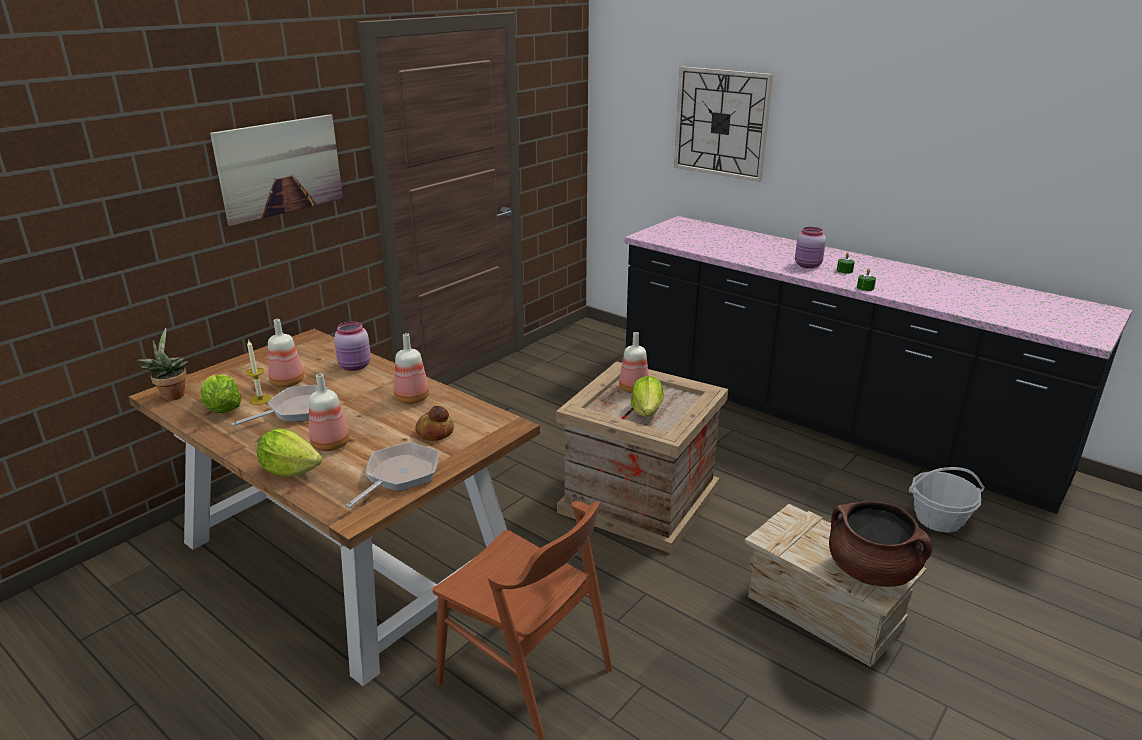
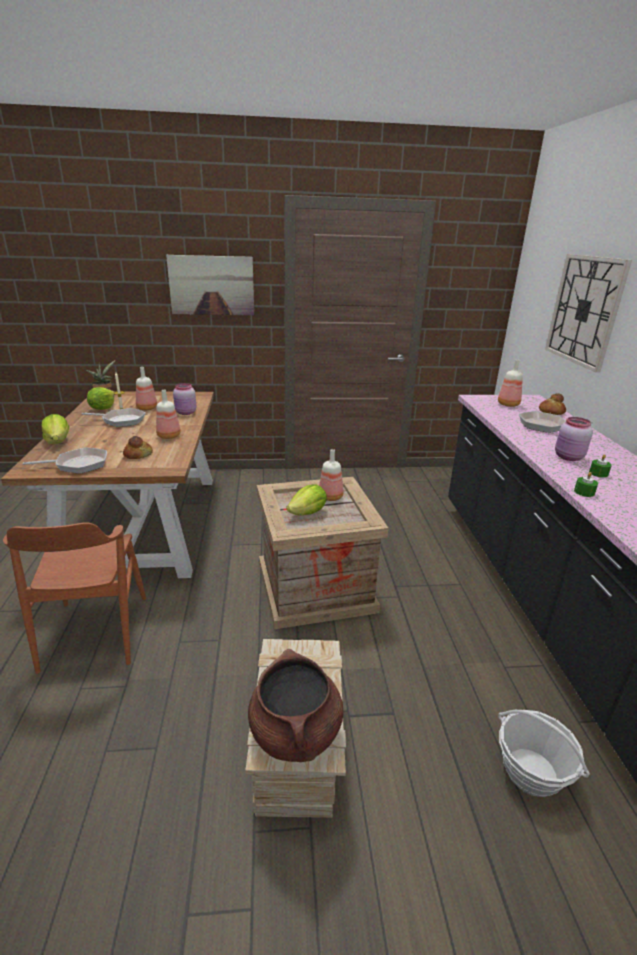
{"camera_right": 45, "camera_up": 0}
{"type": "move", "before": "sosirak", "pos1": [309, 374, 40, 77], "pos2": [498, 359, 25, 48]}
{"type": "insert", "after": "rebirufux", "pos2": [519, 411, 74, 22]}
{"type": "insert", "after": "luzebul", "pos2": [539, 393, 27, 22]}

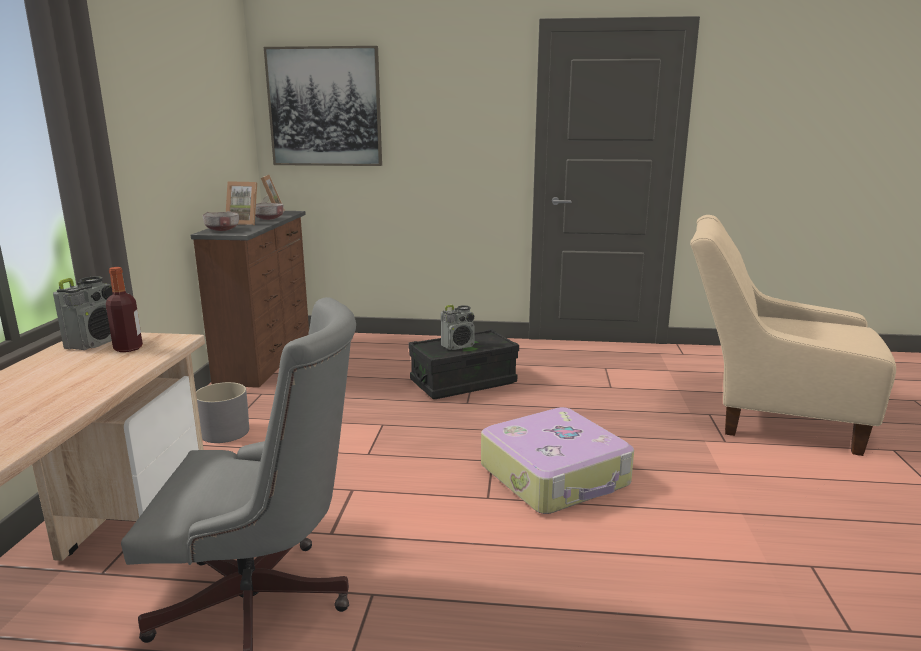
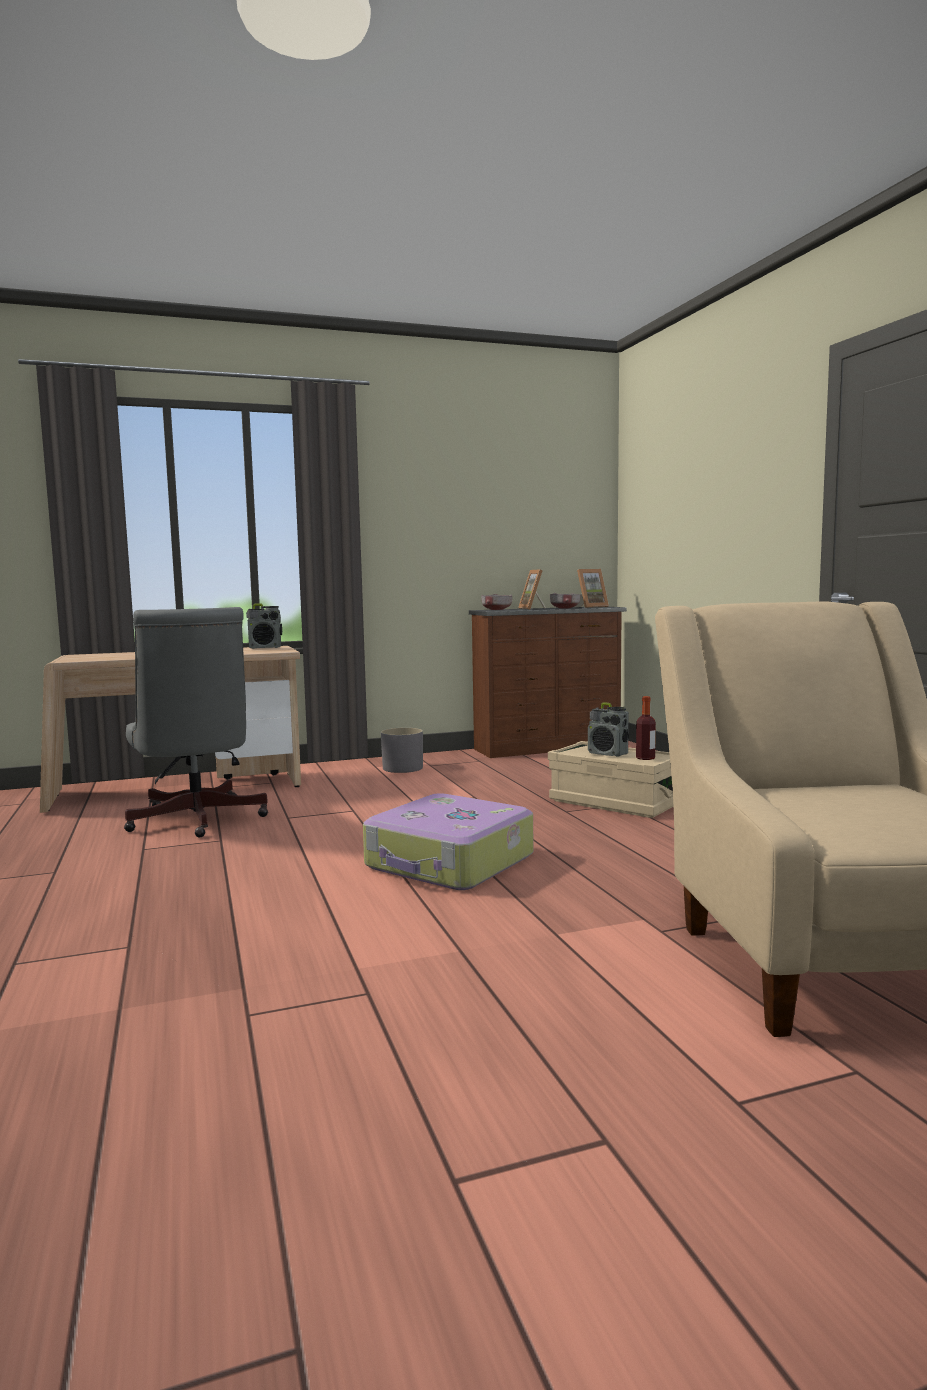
{"camera_right": 65, "camera_up": -10}
{"type": "move", "before": "sosirak", "pos1": [106, 267, 37, 85], "pos2": [636, 696, 20, 64]}
{"type": "delete", "before": "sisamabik", "pos1": [264, 46, 118, 120]}
{"type": "recolor", "before": "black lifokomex", "after": "beige lifokomex", "pos1": [408, 329, 111, 70], "pos2": [548, 741, 126, 77]}

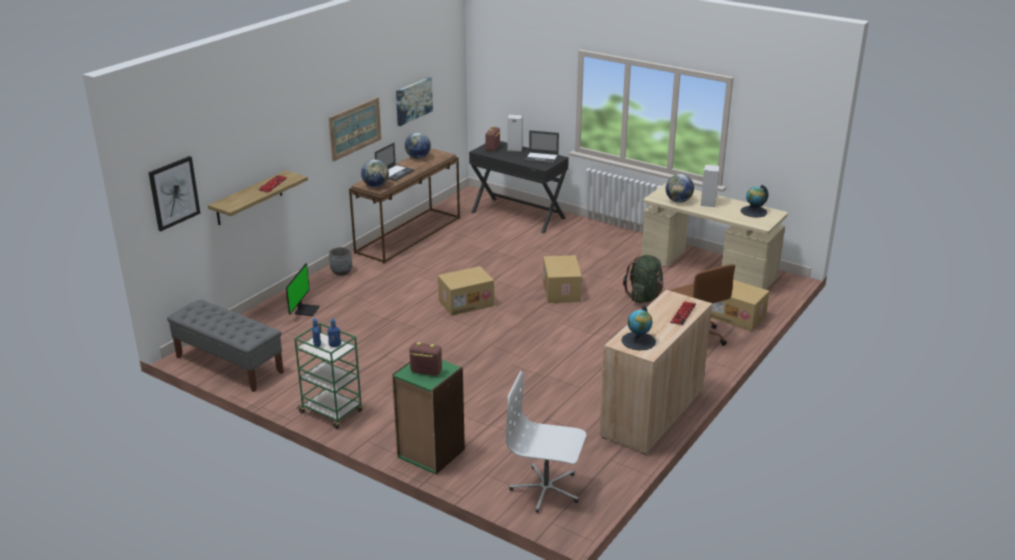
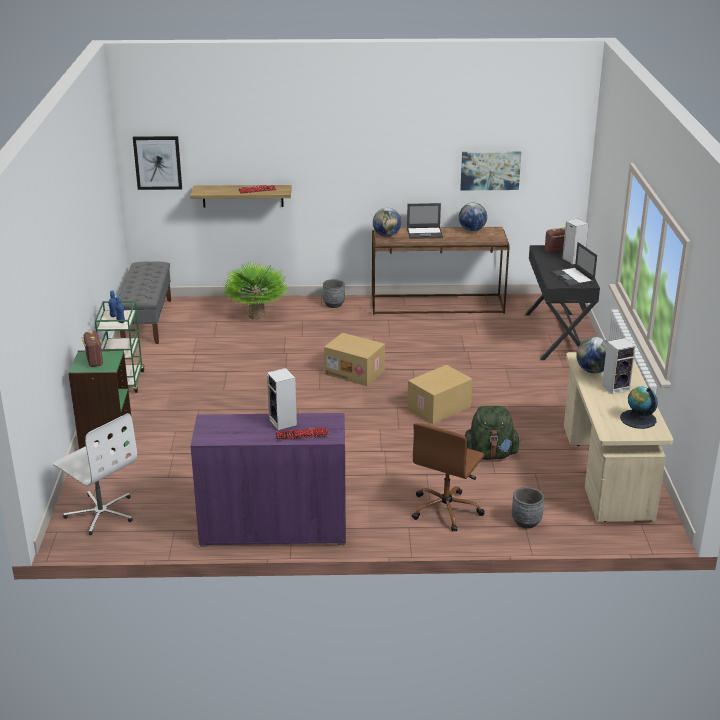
{"camera_right": 55, "camera_up": 0}
{"type": "replace", "before": "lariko", "after": "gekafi", "pos1": [286, 263, 34, 53], "pos2": [223, 261, 64, 59]}
{"type": "delete", "before": "sisamabik", "pos1": [329, 97, 52, 64]}
{"type": "rotate", "before": "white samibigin", "pos1": [506, 371, 80, 141], "pos2": [53, 413, 84, 122], "turn": 150}
{"type": "recolor", "before": "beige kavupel", "after": "purple kavupel", "pos1": [599, 290, 113, 165], "pos2": [190, 413, 156, 134]}
{"type": "delete", "before": "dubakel", "pos1": [621, 305, 35, 45]}
{"type": "replace", "before": "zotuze", "after": "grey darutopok", "pos1": [711, 280, 59, 51], "pos2": [512, 487, 32, 42]}
{"type": "insert", "after": "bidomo", "pos2": [267, 368, 30, 62]}

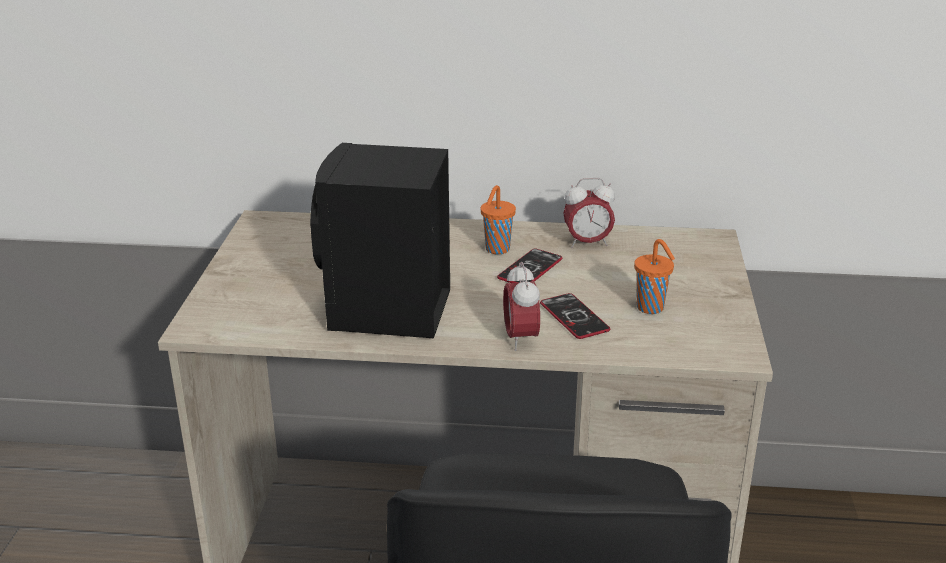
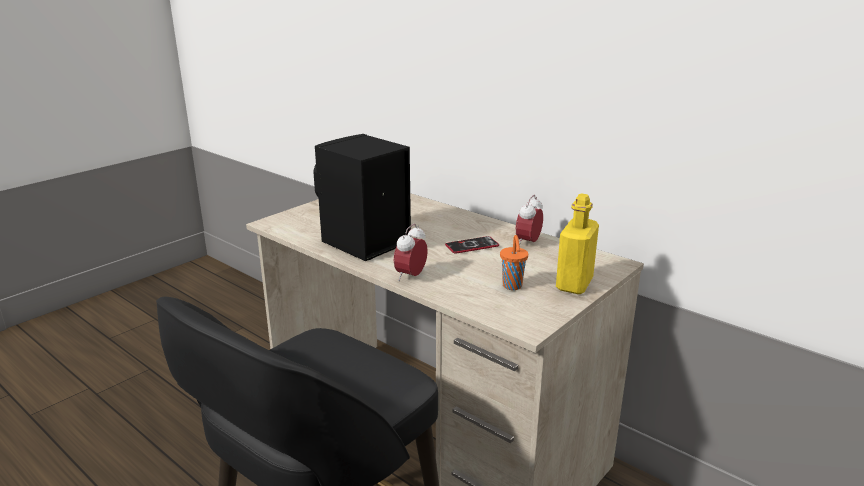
{"camera_right": 35, "camera_up": -5}
{"type": "delete", "before": "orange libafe", "pos1": [481, 185, 35, 69]}
{"type": "delete", "before": "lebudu", "pos1": [540, 293, 70, 46]}
{"type": "rotate", "before": "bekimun", "pos1": [563, 178, 52, 70], "pos2": [516, 195, 27, 50], "turn": 90}
{"type": "insert", "after": "yellow sosirak", "pos2": [556, 193, 43, 101]}

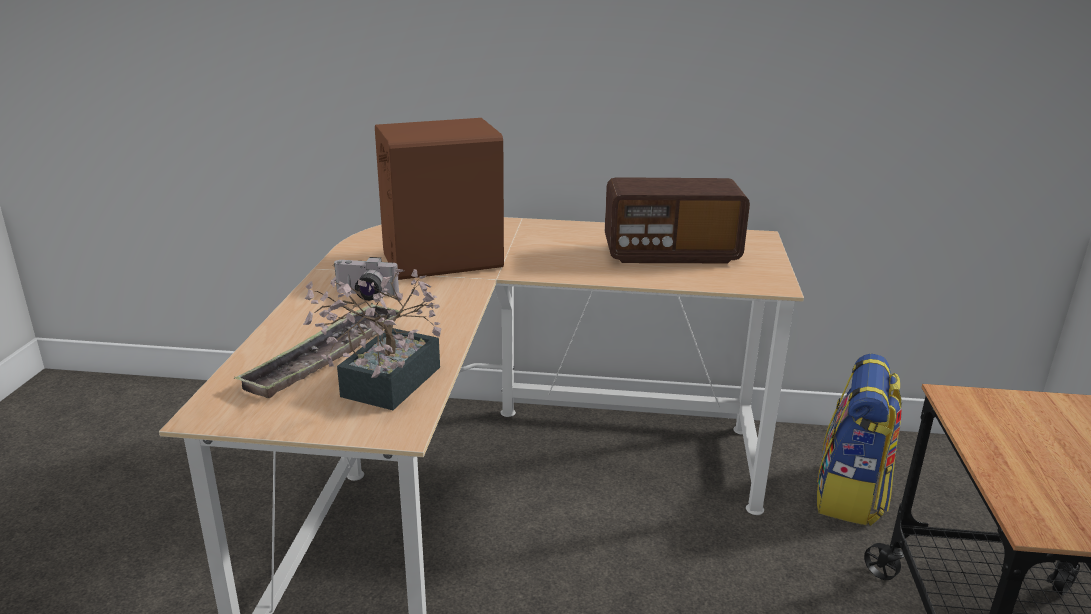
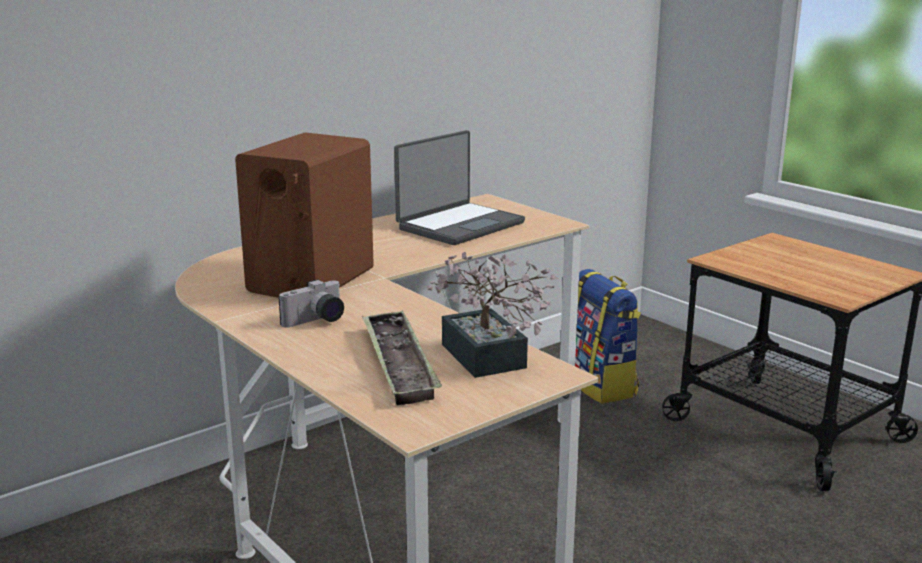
{"camera_right": -45, "camera_up": -5}
{"type": "replace", "before": "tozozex", "after": "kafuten", "pos1": [605, 177, 145, 86], "pos2": [394, 130, 131, 115]}

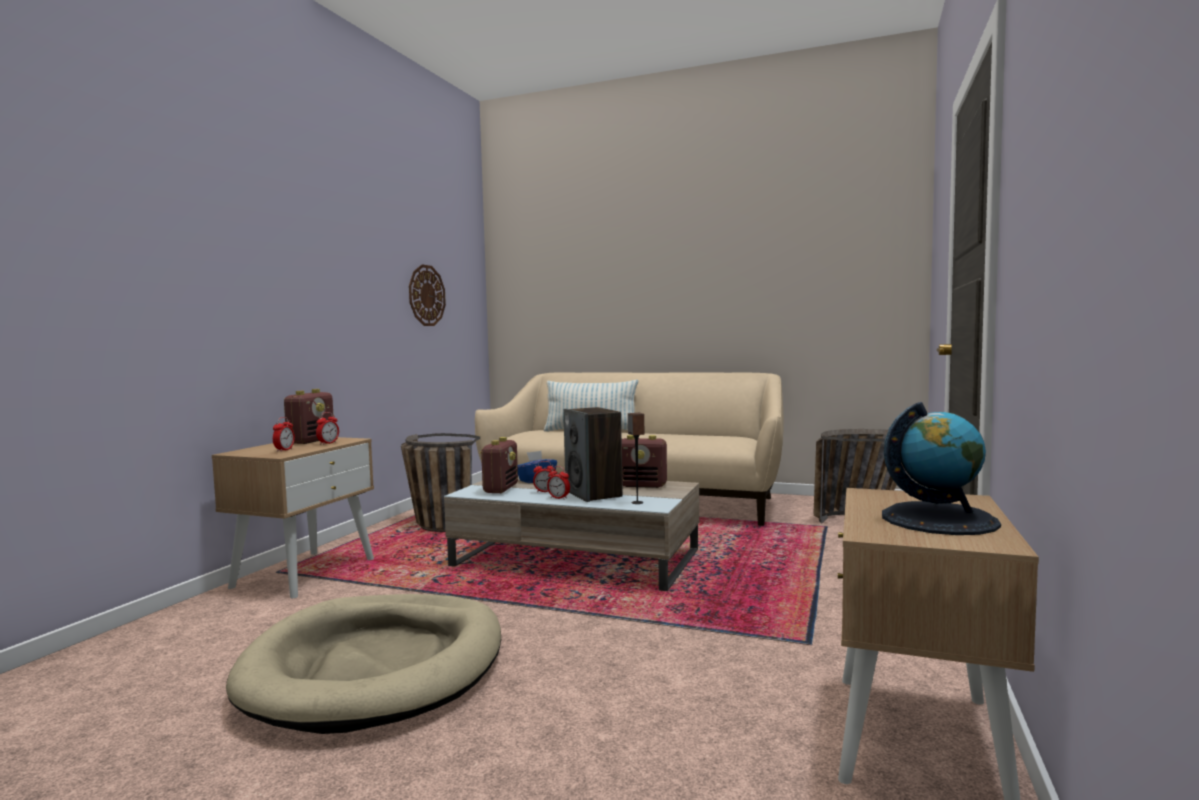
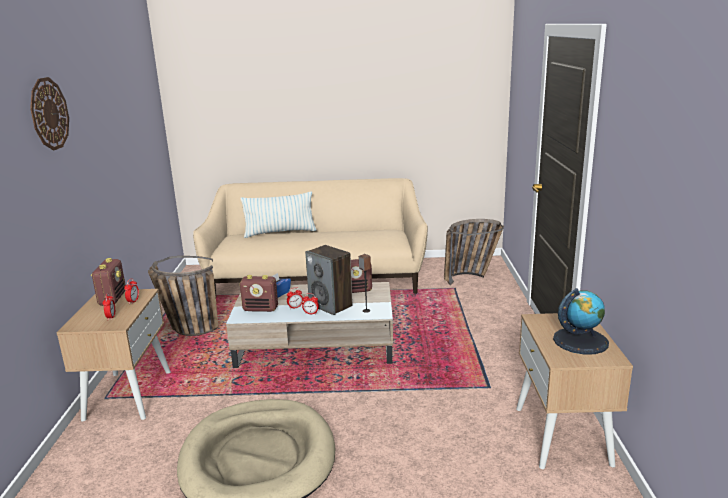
{"camera_right": -20, "camera_up": 15}
{"type": "move", "before": "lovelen", "pos1": [409, 264, 37, 62], "pos2": [30, 77, 39, 73]}
{"type": "rotate", "before": "tozozex", "pos1": [480, 437, 38, 56], "pos2": [240, 275, 38, 37], "turn": 105}

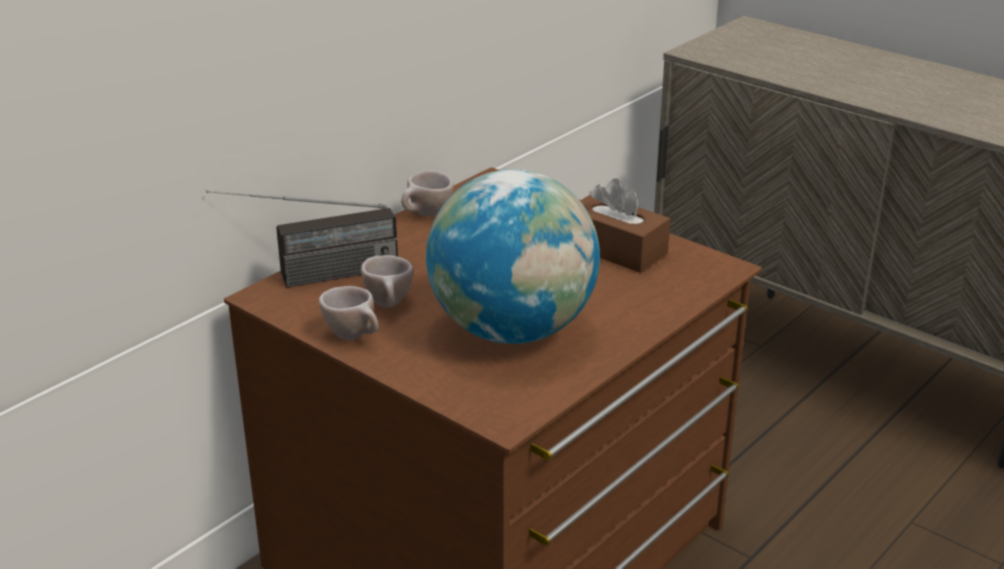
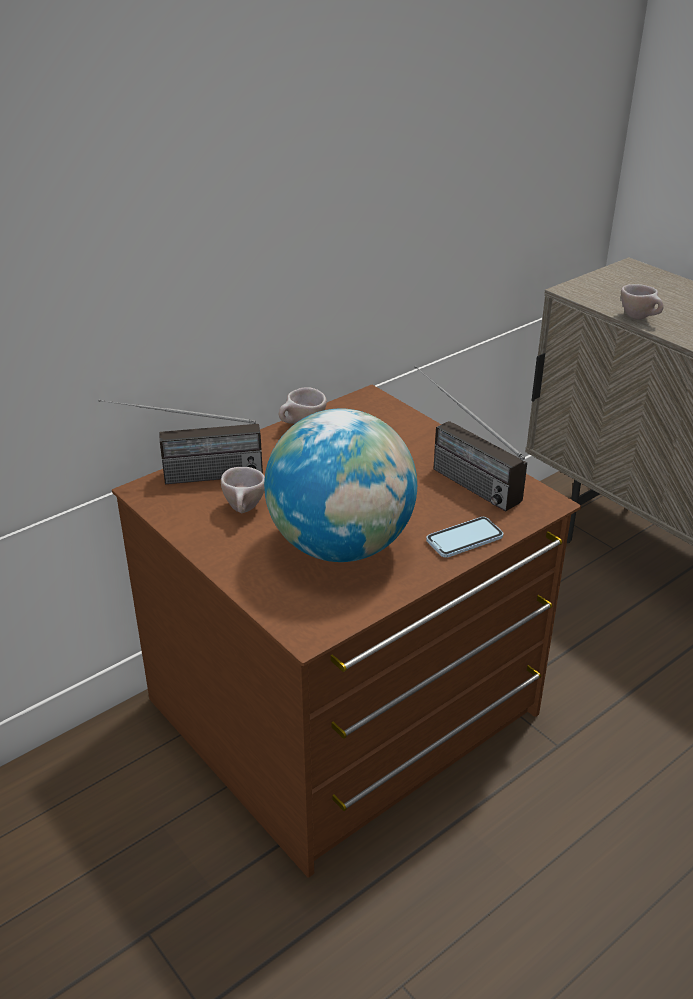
{"camera_right": 10, "camera_up": 5}
{"type": "move", "before": "beige libafe", "pos1": [319, 286, 60, 54], "pos2": [621, 284, 42, 36]}
{"type": "replace", "before": "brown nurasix", "after": "tozozex", "pos1": [580, 178, 91, 95], "pos2": [414, 366, 113, 145]}
{"type": "insert", "after": "lebudu", "pos2": [426, 517, 77, 41]}

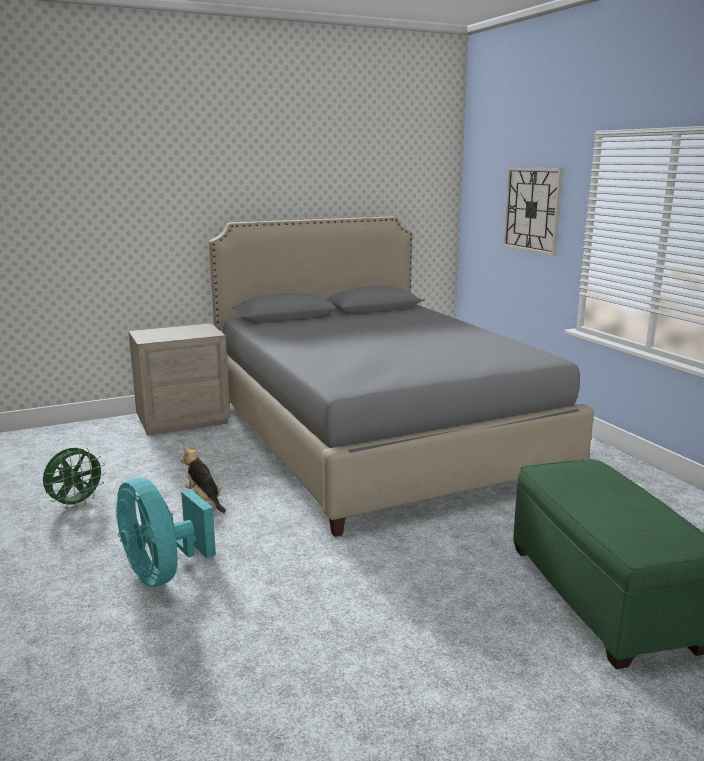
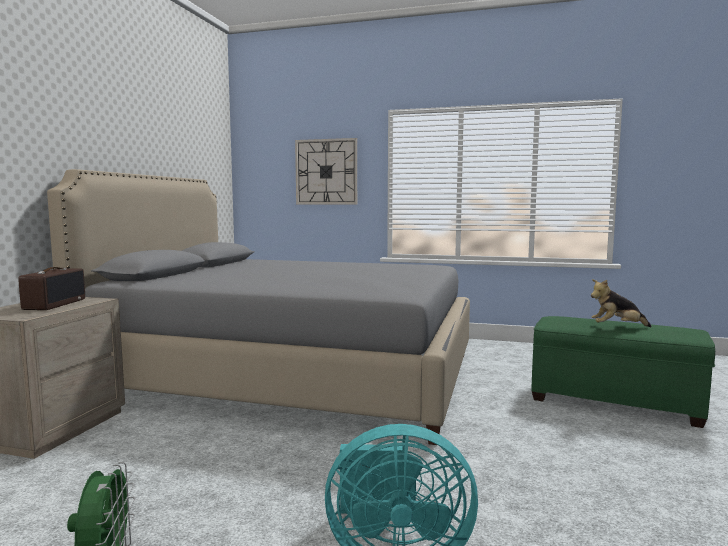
{"camera_right": -50, "camera_up": -10}
{"type": "move", "before": "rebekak", "pos1": [181, 444, 45, 69], "pos2": [591, 279, 61, 48]}
{"type": "insert", "after": "tozozex", "pos2": [18, 267, 67, 43]}

